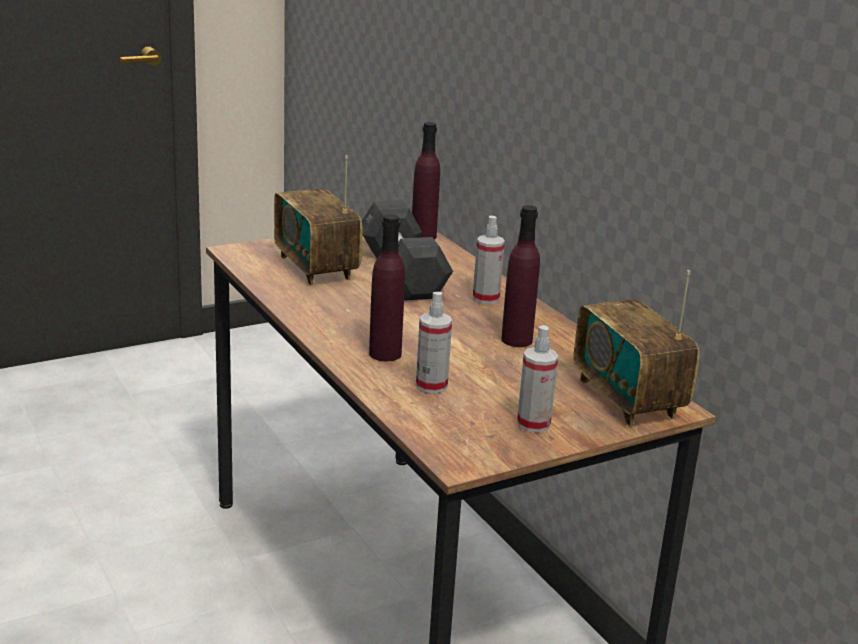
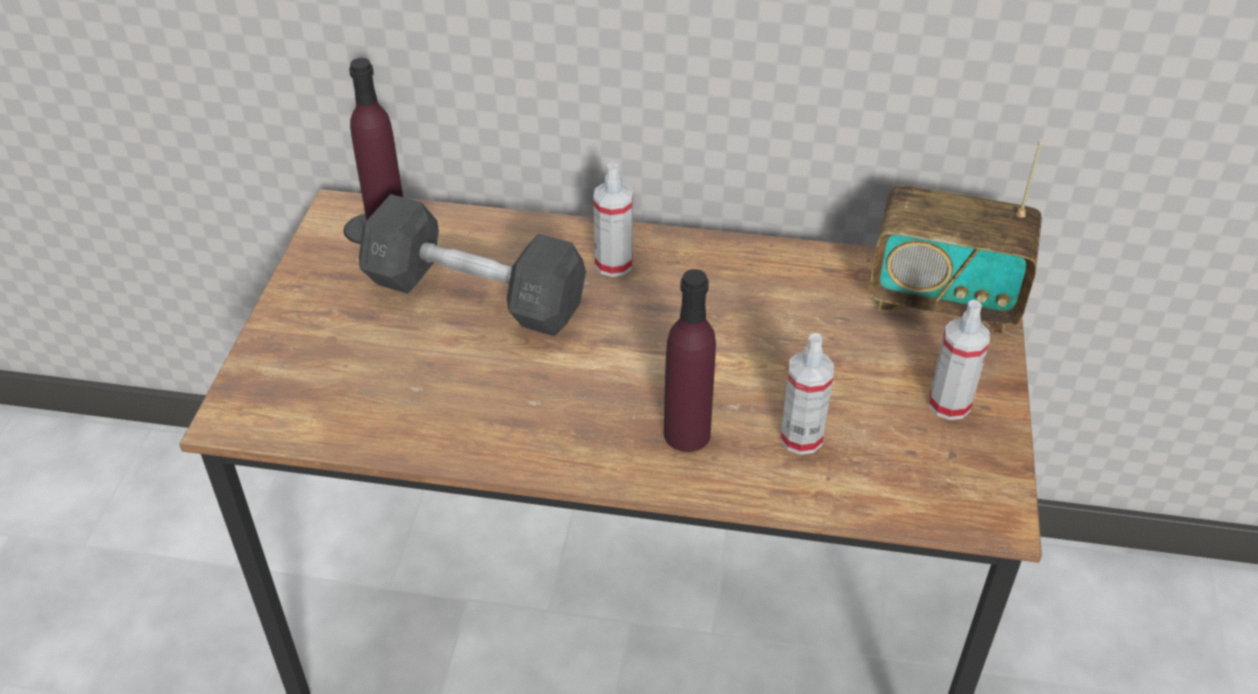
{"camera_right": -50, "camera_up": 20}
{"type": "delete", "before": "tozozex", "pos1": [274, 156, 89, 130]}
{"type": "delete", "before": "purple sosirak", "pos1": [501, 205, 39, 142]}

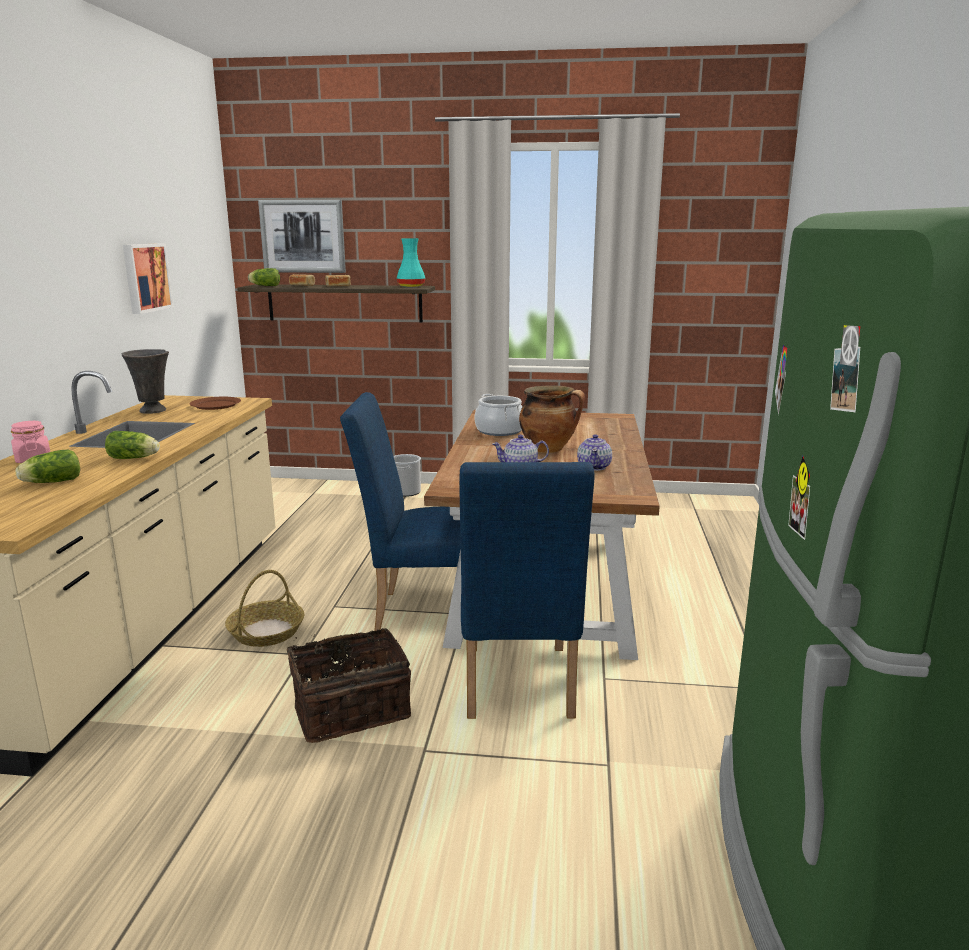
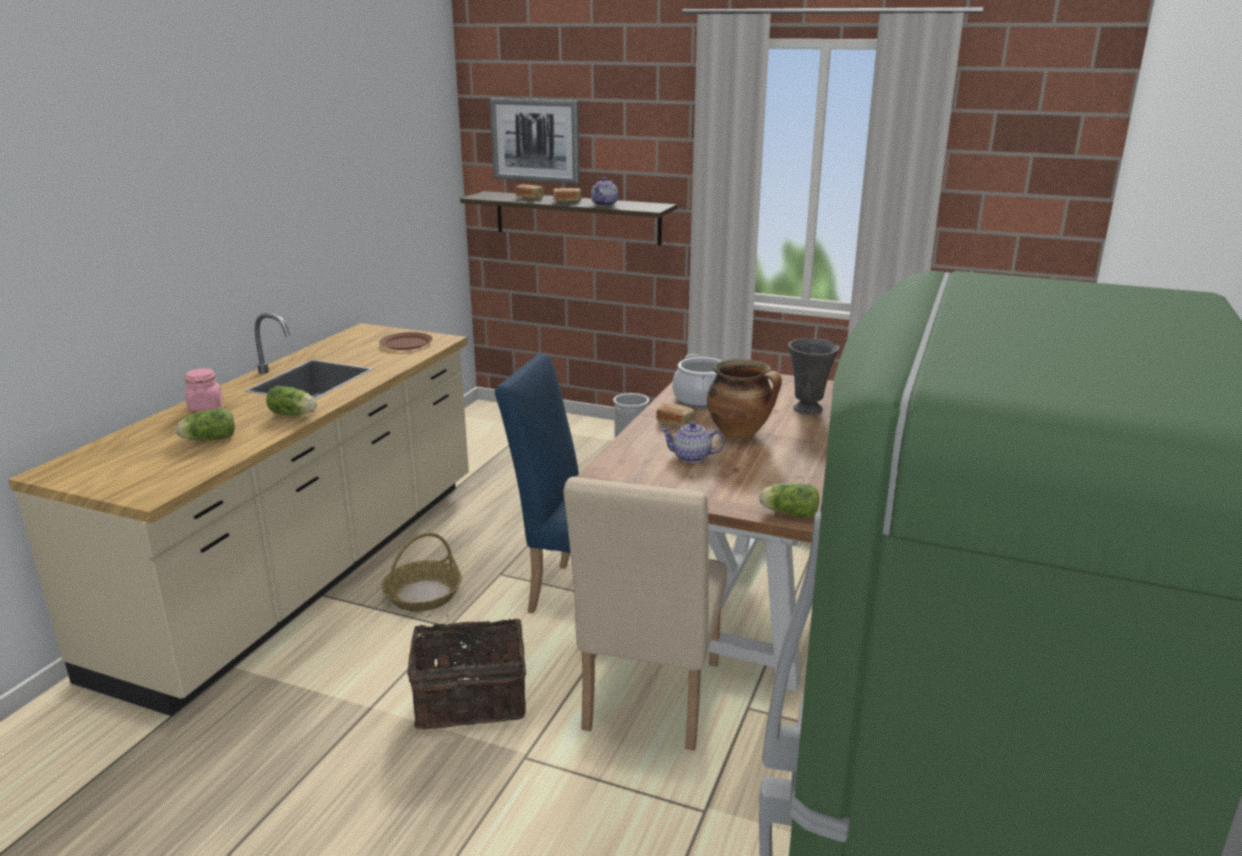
{"camera_right": 15, "camera_up": 5}
{"type": "move", "before": "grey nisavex", "pos1": [122, 349, 47, 64], "pos2": [788, 338, 52, 76]}
{"type": "delete", "before": "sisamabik", "pos1": [123, 243, 51, 71]}
{"type": "move", "before": "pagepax", "pos1": [248, 268, 32, 18], "pos2": [759, 483, 60, 35]}
{"type": "delete", "before": "turquoise nisavex", "pos1": [397, 238, 28, 49]}
{"type": "recolor", "before": "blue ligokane", "after": "beige ligokane", "pos1": [459, 462, 136, 257], "pos2": [563, 476, 164, 274]}
{"type": "move", "before": "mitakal", "pos1": [577, 434, 35, 37], "pos2": [591, 177, 27, 29]}
{"type": "insert", "after": "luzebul", "pos2": [656, 403, 40, 24]}

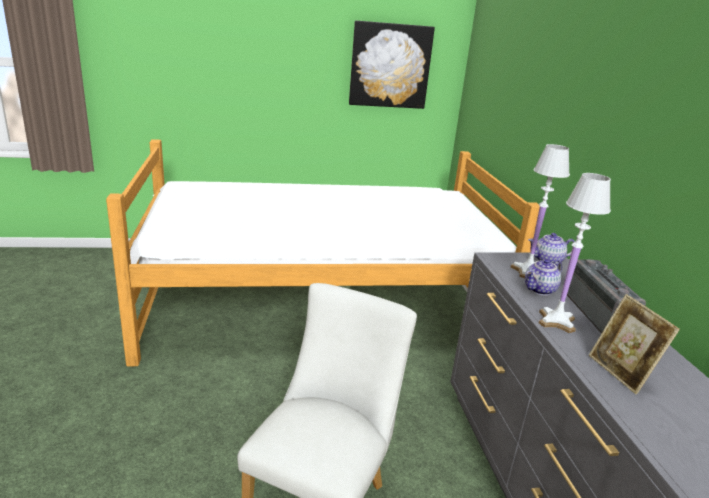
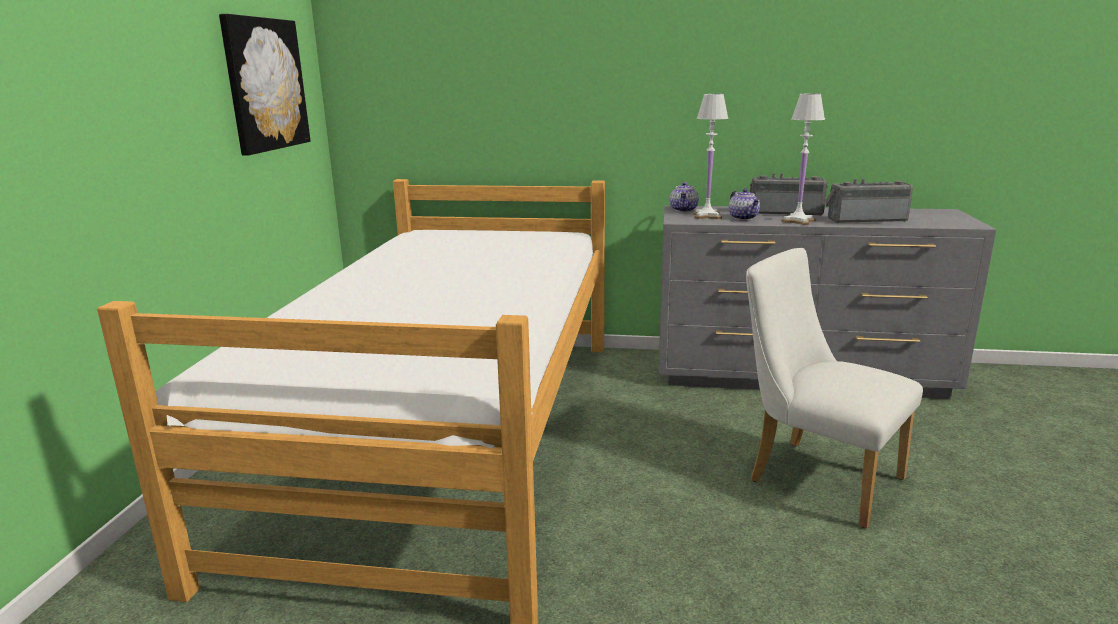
{"camera_right": -70, "camera_up": -5}
{"type": "replace", "before": "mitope", "after": "tozozex", "pos1": [589, 294, 91, 100], "pos2": [825, 179, 88, 44]}

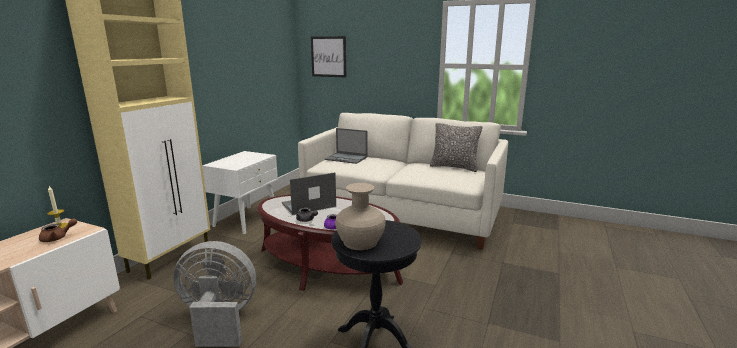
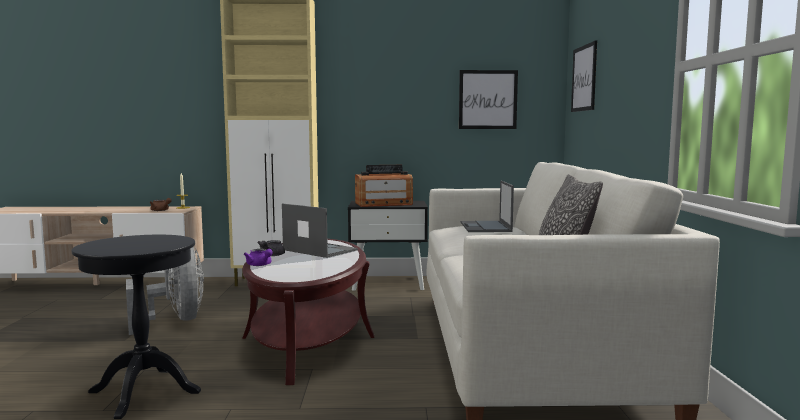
{"camera_right": 65, "camera_up": -10}
{"type": "recolor", "before": "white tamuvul", "after": "black tamuvul", "pos1": [202, 151, 76, 83], "pos2": [348, 201, 80, 90]}
{"type": "delete", "before": "beige nisavex", "pos1": [335, 183, 51, 67]}
{"type": "insert", "after": "tozozex", "pos2": [355, 165, 58, 42]}
{"type": "insert", "after": "sisamabik", "pos2": [459, 70, 59, 59]}

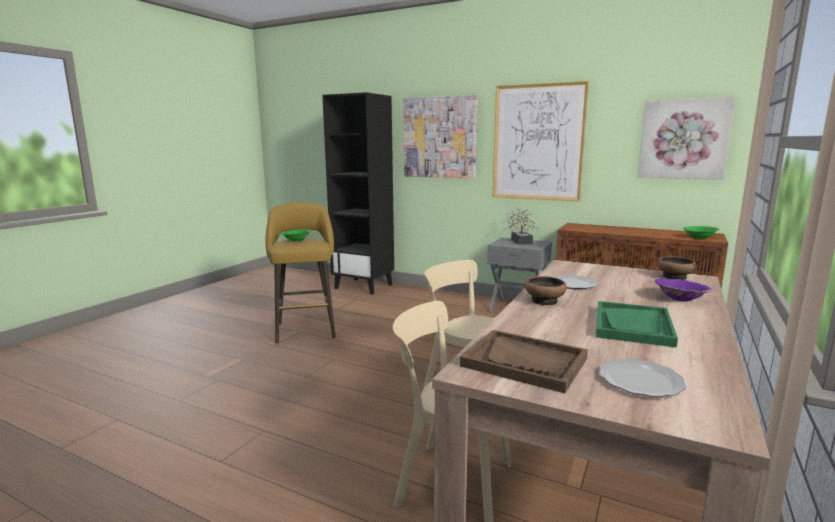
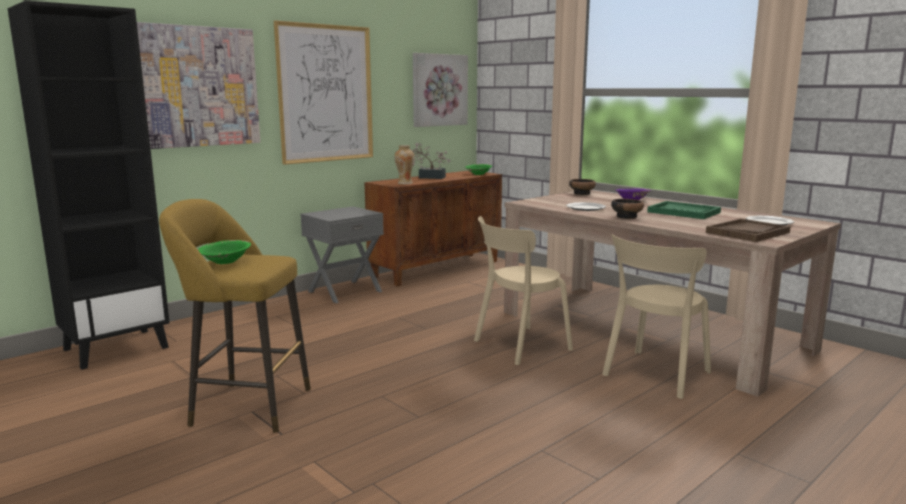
{"camera_right": -70, "camera_up": 0}
{"type": "move", "before": "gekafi", "pos1": [505, 209, 33, 36], "pos2": [410, 143, 41, 36]}
{"type": "insert", "after": "nisavex", "pos2": [394, 145, 20, 40]}

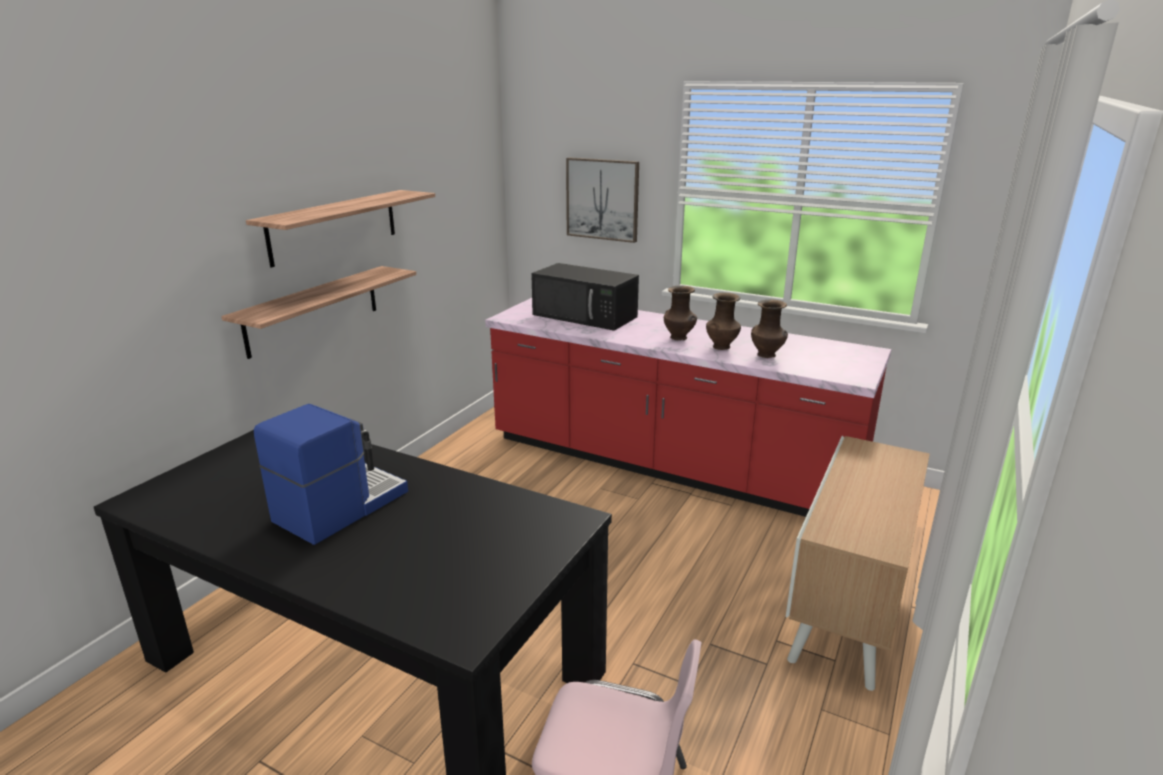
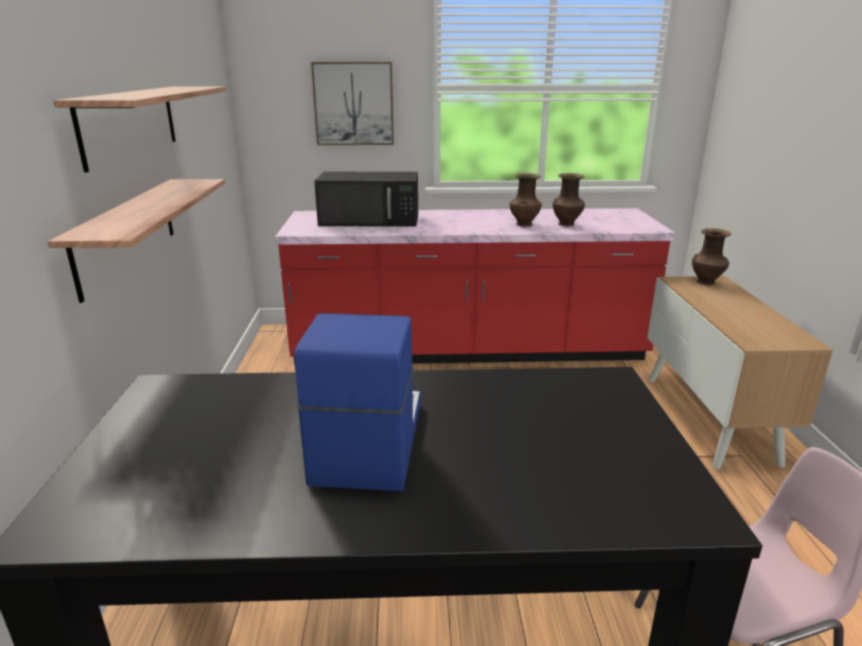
{"camera_right": -30, "camera_up": 0}
{"type": "move", "before": "brown nisavex", "pos1": [664, 286, 33, 54], "pos2": [692, 228, 39, 57]}

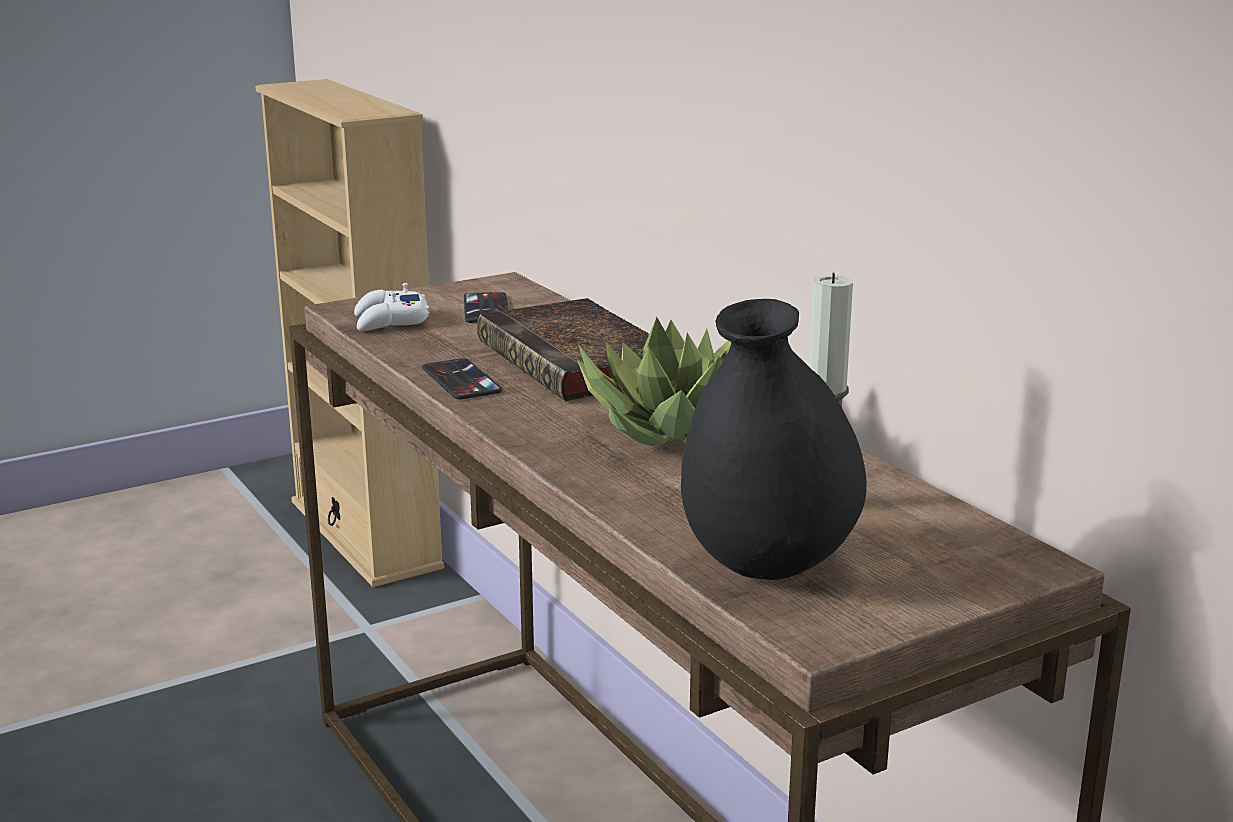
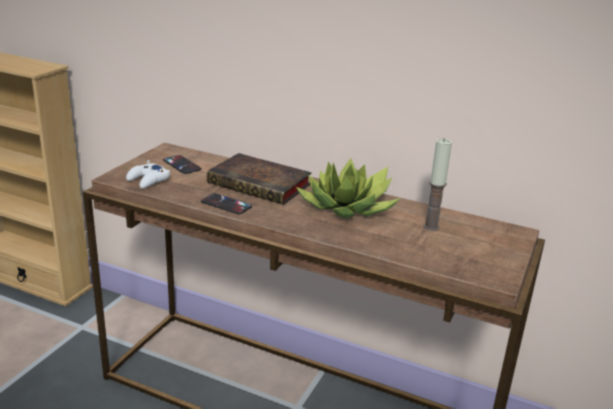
{"camera_right": -35, "camera_up": 5}
{"type": "delete", "before": "black nisavex", "pos1": [681, 299, 186, 281]}

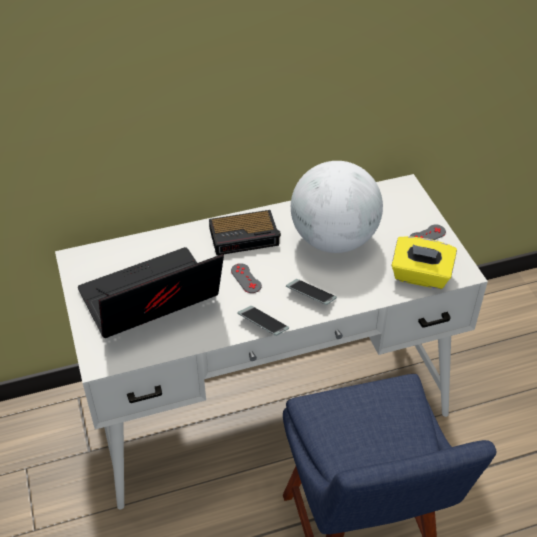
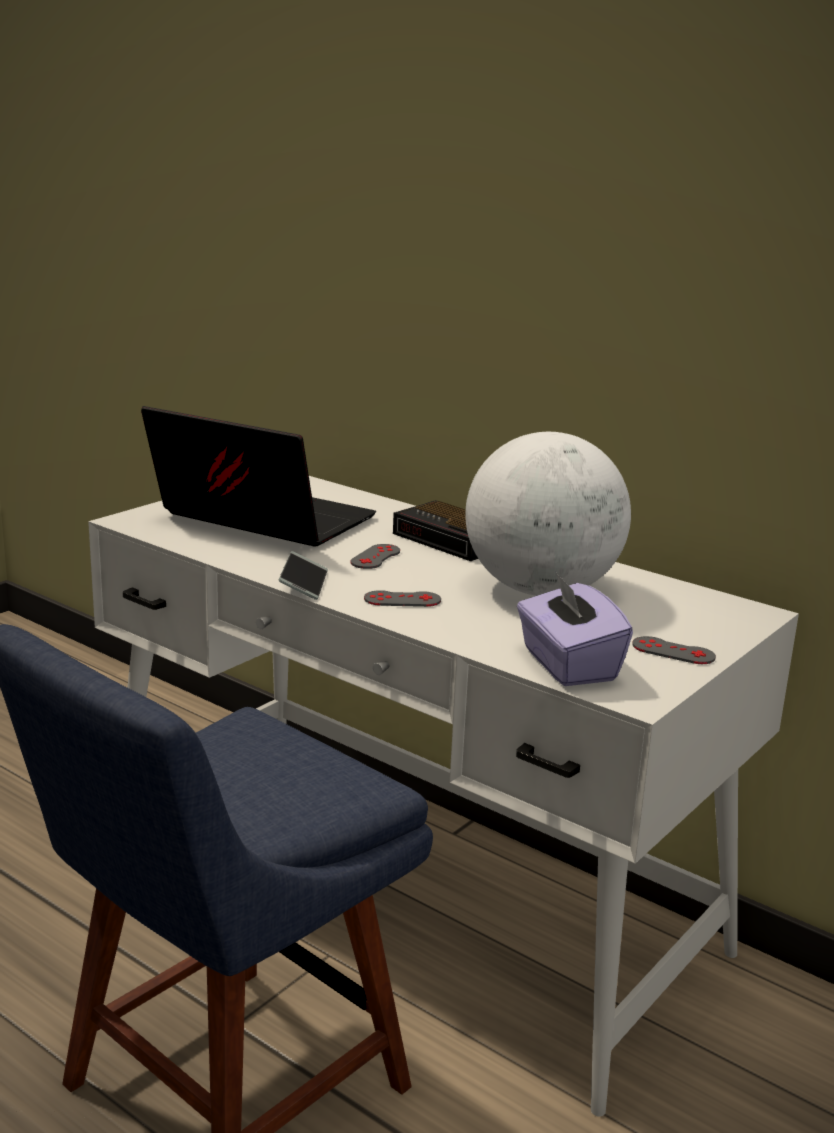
{"camera_right": 55, "camera_up": -25}
{"type": "replace", "before": "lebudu", "after": "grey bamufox", "pos1": [286, 279, 51, 26], "pos2": [364, 590, 77, 17]}
{"type": "recolor", "before": "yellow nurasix", "after": "purple nurasix", "pos1": [391, 236, 66, 53], "pos2": [517, 571, 116, 115]}

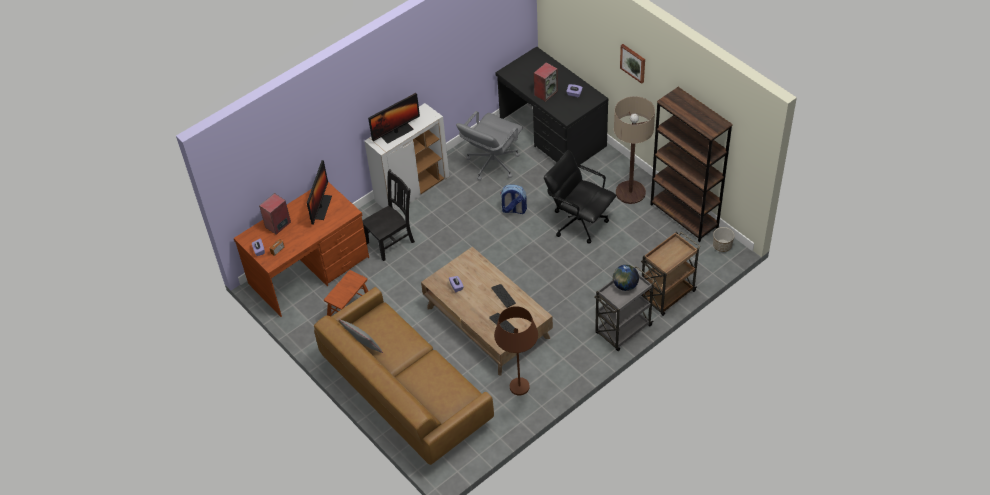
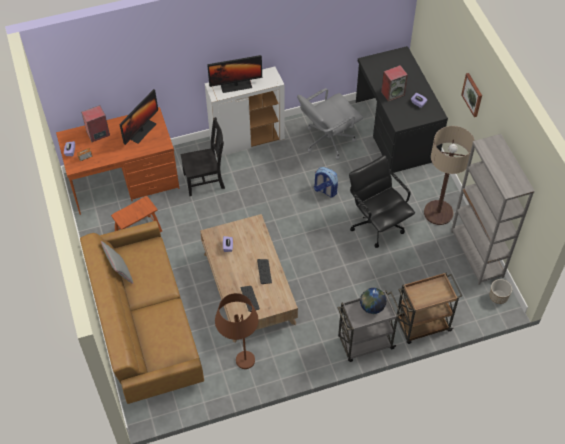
{"camera_right": 20, "camera_up": 5}
{"type": "recolor", "before": "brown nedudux", "after": "grey nedudux", "pos1": [650, 87, 83, 155], "pos2": [451, 134, 84, 151]}

